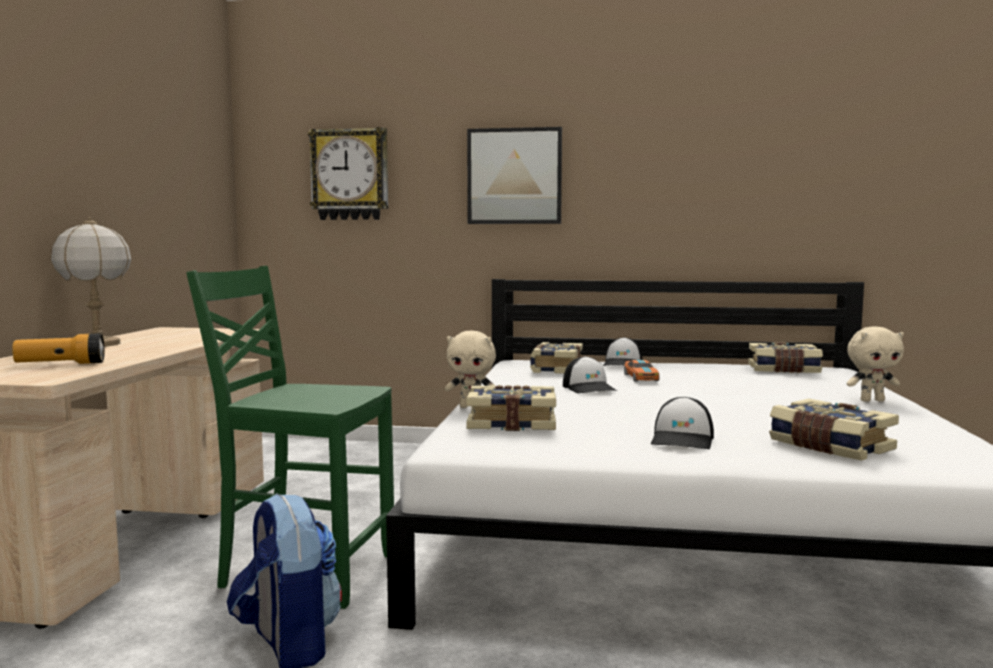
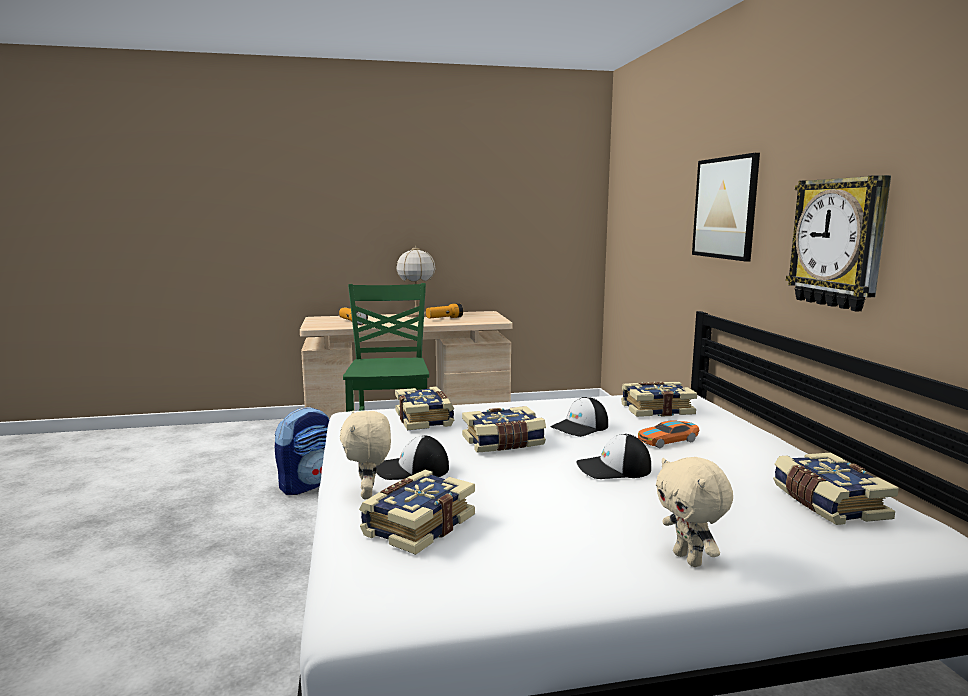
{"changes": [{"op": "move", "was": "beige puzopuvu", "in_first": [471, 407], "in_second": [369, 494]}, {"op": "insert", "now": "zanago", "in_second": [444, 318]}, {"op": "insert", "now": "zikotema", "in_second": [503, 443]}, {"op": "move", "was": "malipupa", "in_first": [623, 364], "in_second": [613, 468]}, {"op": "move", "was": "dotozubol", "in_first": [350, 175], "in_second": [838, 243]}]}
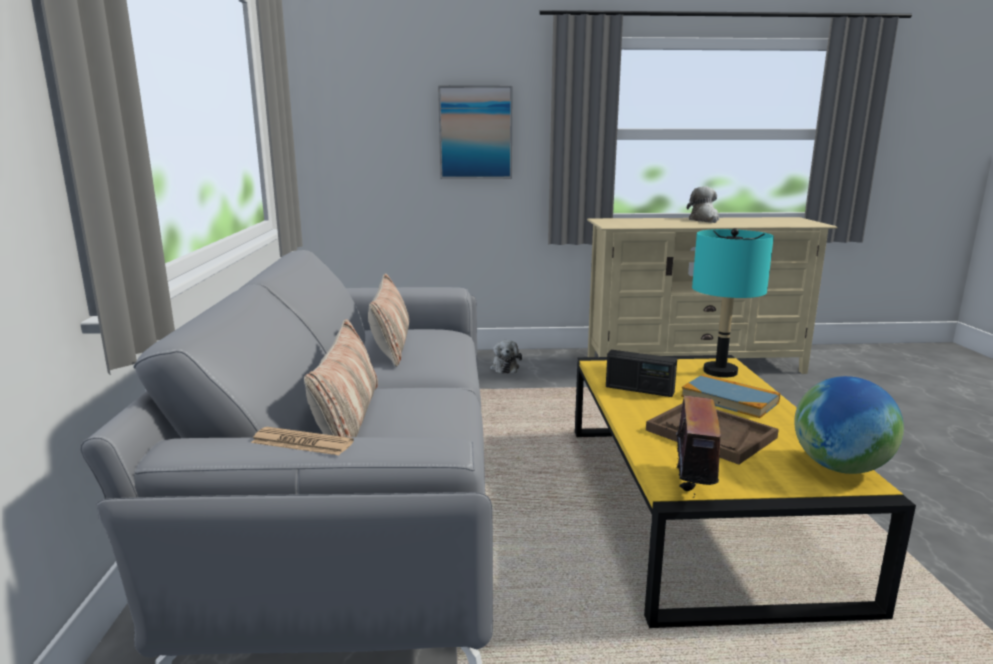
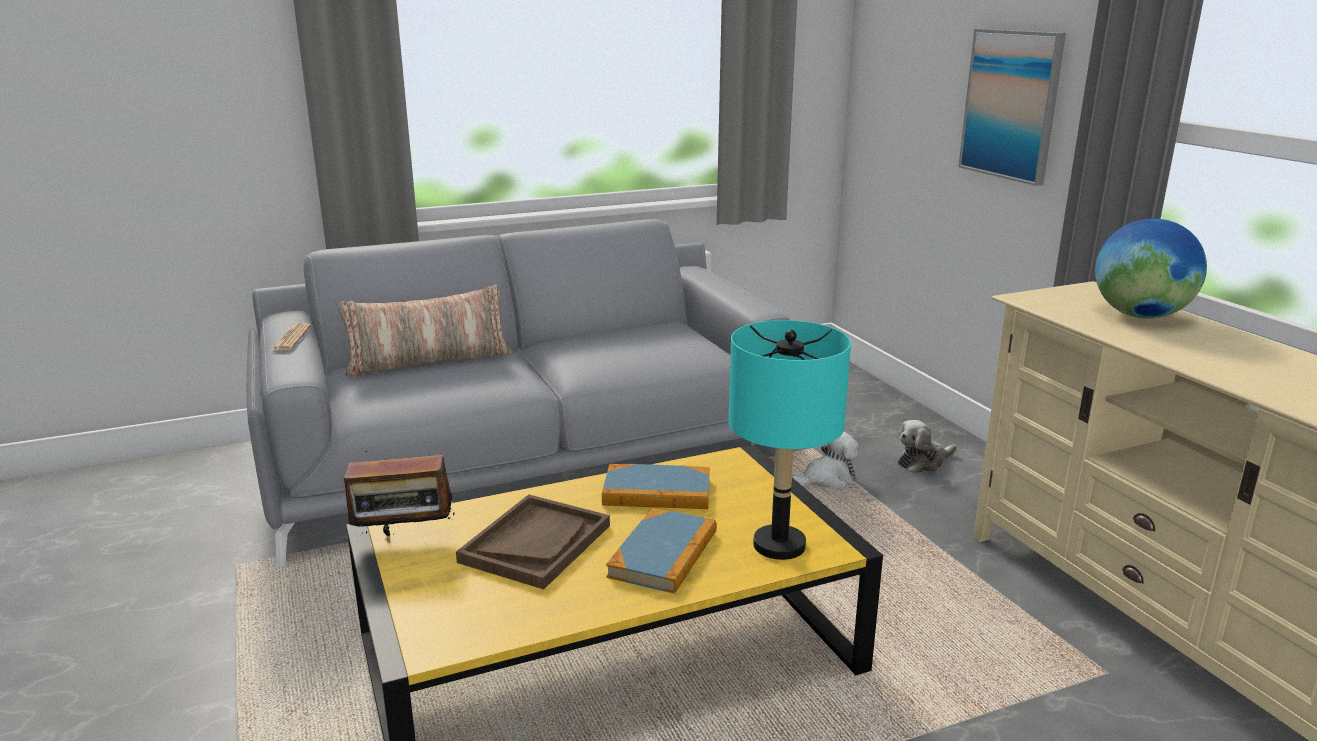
{"changes": [{"op": "replace", "was": "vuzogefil", "now": "zikotema", "in_first": [639, 390], "in_second": [657, 492]}, {"op": "move", "was": "puzopuvu", "in_first": [704, 220], "in_second": [827, 479]}, {"op": "move", "was": "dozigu", "in_first": [840, 468], "in_second": [1140, 316]}, {"op": "delete", "was": "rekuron", "in_first": [391, 344]}]}
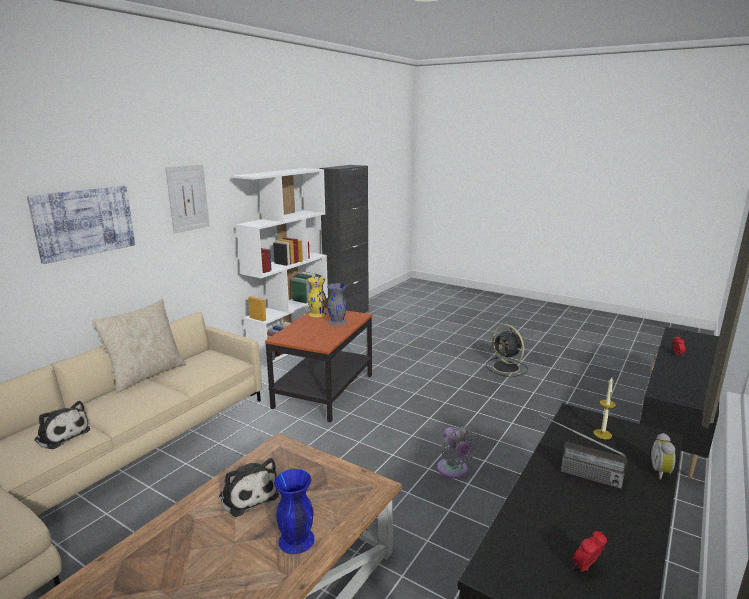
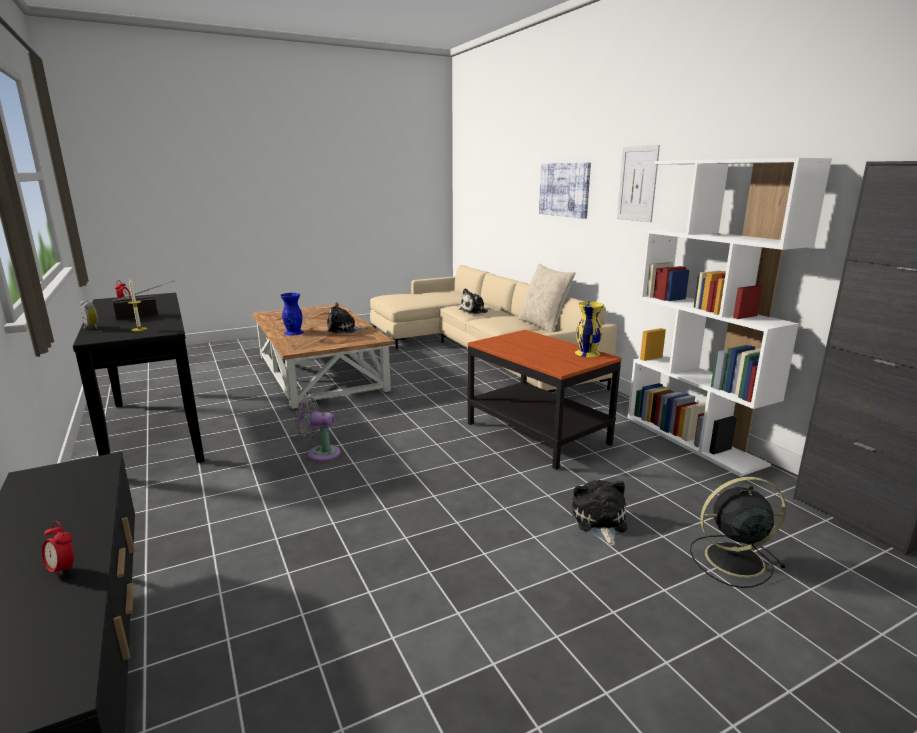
{"changes": [{"op": "insert", "now": "puzopuvu", "in_second": [599, 522]}, {"op": "move", "was": "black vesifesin", "in_first": [506, 368], "in_second": [731, 559]}, {"op": "delete", "was": "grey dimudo", "in_first": [337, 322]}]}
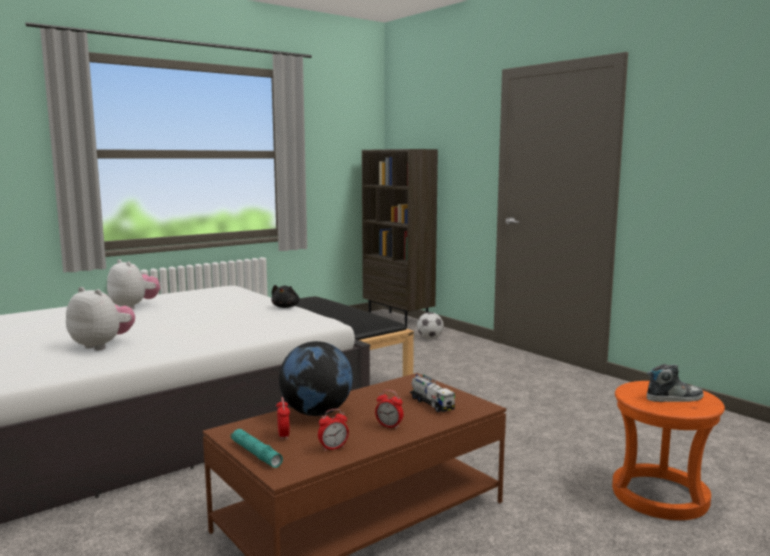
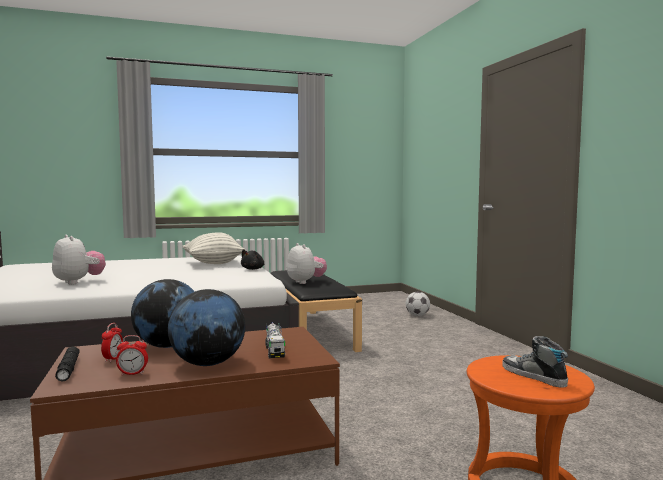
{"changes": [{"op": "recolor", "was": "turquoise zanago", "now": "black zanago", "in_first": [256, 453], "in_second": [68, 369]}, {"op": "replace", "was": "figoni", "now": "dozigu", "in_first": [389, 426], "in_second": [208, 363]}, {"op": "insert", "now": "rekuron", "in_second": [213, 263]}, {"op": "move", "was": "puzopuvu", "in_first": [134, 307], "in_second": [306, 282]}, {"op": "rotate", "was": "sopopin", "in_first": [674, 398], "in_second": [533, 376], "clockwise": -135}, {"op": "delete", "was": "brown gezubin", "in_first": [398, 320]}]}
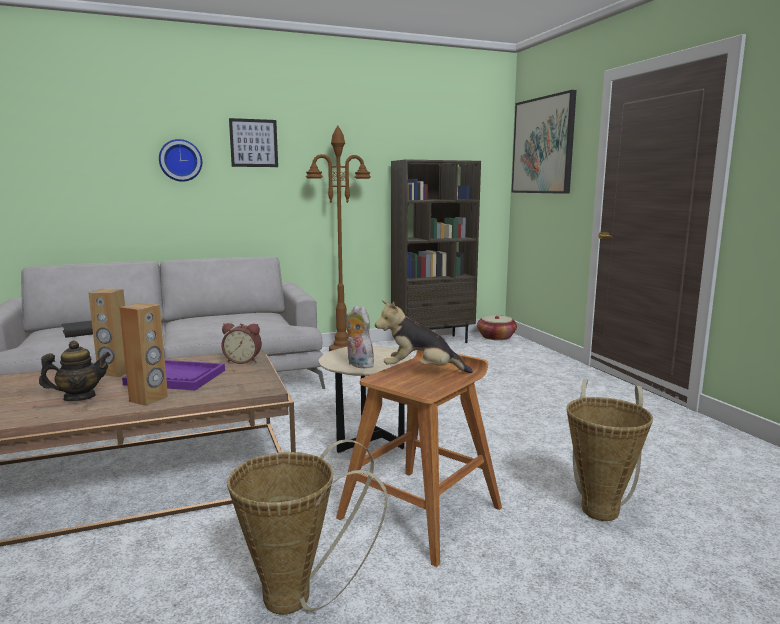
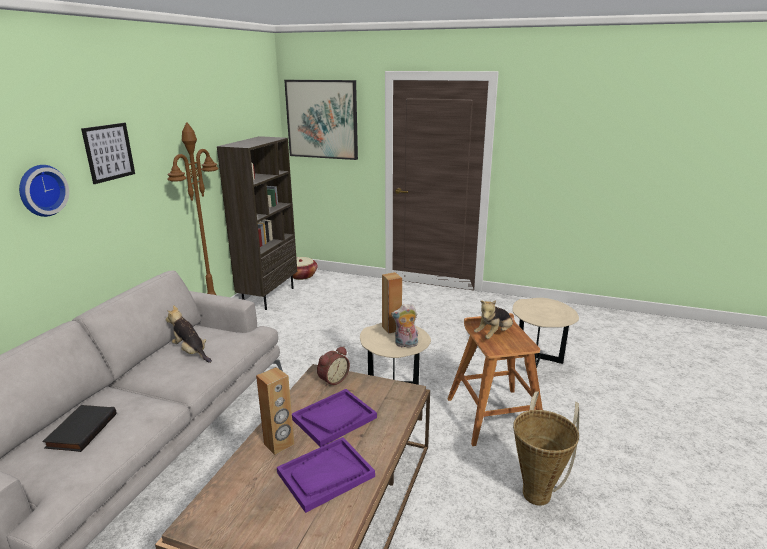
{"changes": [{"op": "insert", "now": "puzopuvu", "in_second": [191, 352]}, {"op": "replace", "was": "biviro", "now": "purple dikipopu", "in_first": [79, 397], "in_second": [325, 475]}, {"op": "move", "was": "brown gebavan", "in_first": [149, 399], "in_second": [392, 328]}, {"op": "replace", "was": "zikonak", "now": "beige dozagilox", "in_first": [601, 507], "in_second": [537, 365]}]}
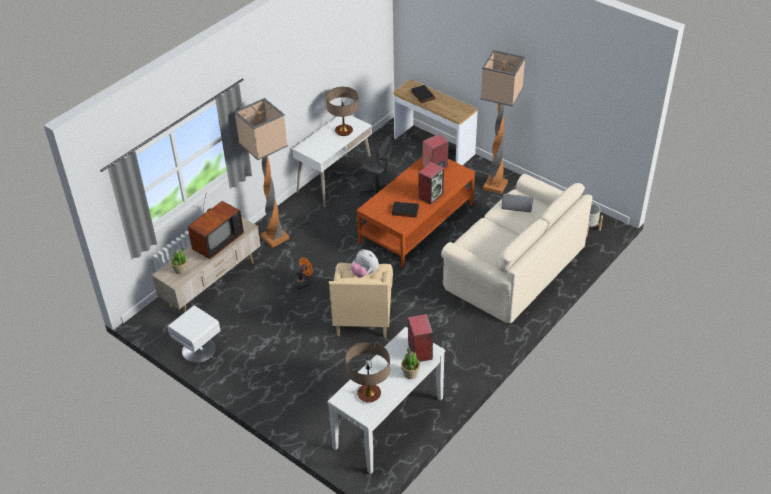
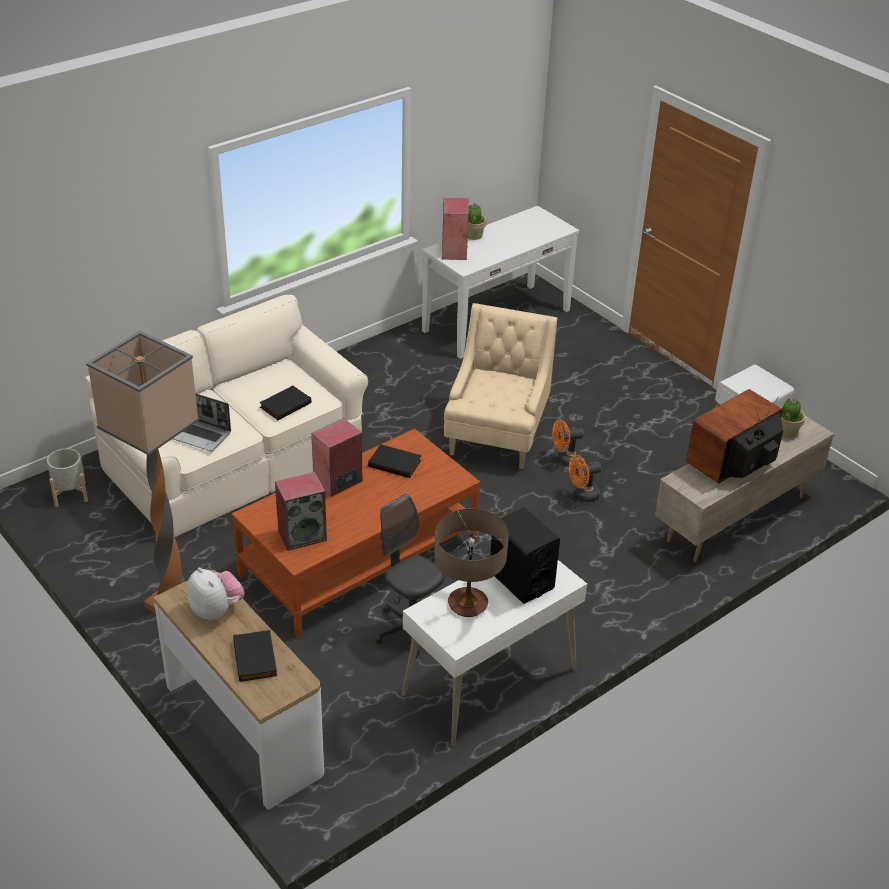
{"changes": [{"op": "move", "was": "puzopuvu", "in_first": [365, 273], "in_second": [216, 610]}, {"op": "insert", "now": "black zikotema", "in_second": [285, 404]}, {"op": "insert", "now": "black gebavan", "in_second": [521, 580]}, {"op": "insert", "now": "orange vesifesin", "in_second": [565, 460]}, {"op": "delete", "was": "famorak", "in_first": [274, 237]}, {"op": "delete", "was": "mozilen", "in_first": [369, 394]}]}
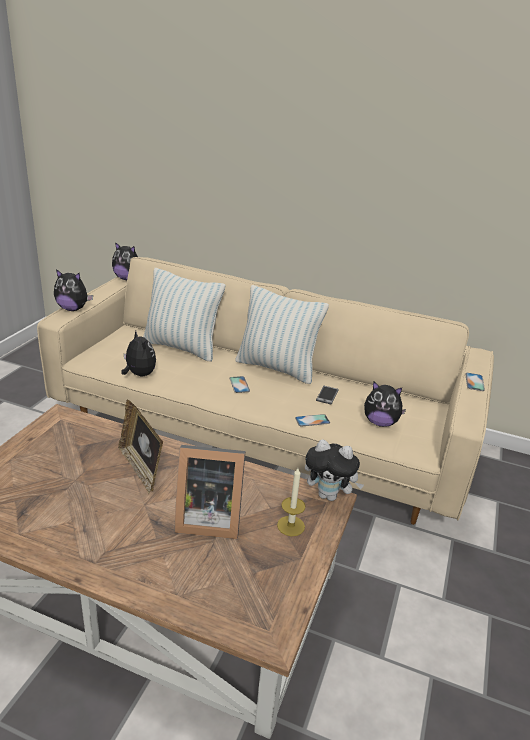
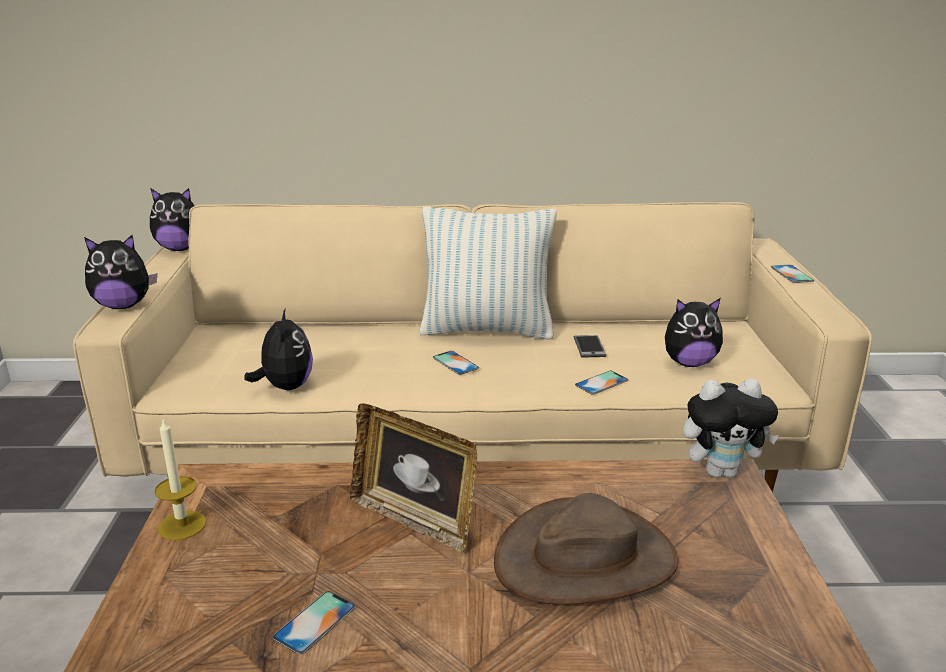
{"changes": [{"op": "move", "was": "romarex", "in_first": [291, 526], "in_second": [182, 525]}, {"op": "rotate", "was": "puzopuvu", "in_first": [139, 374], "in_second": [285, 387], "clockwise": 45}, {"op": "insert", "now": "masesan", "in_second": [315, 622]}, {"op": "replace", "was": "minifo", "now": "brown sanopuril", "in_first": [207, 518], "in_second": [585, 559]}, {"op": "delete", "was": "rekuron", "in_first": [182, 347]}]}
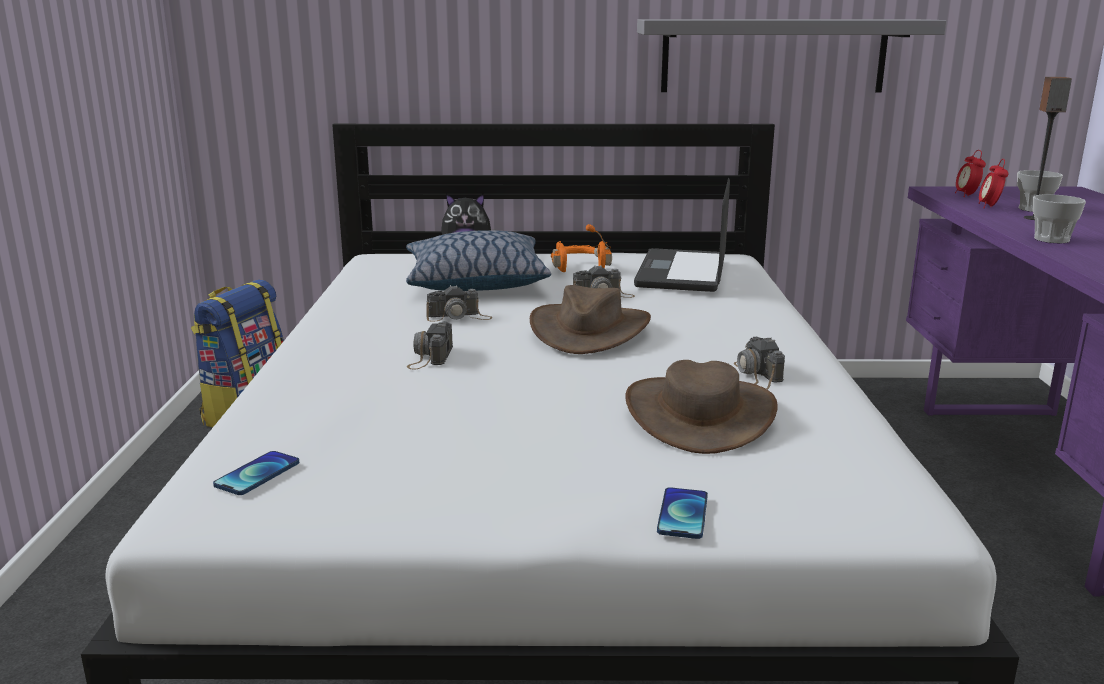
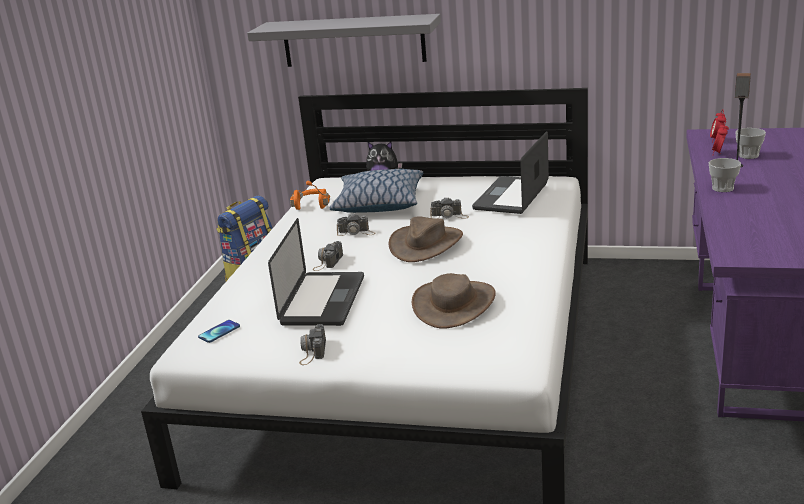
{"changes": [{"op": "move", "was": "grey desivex", "in_first": [773, 56], "in_second": [353, 41]}, {"op": "insert", "now": "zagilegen", "in_second": [323, 300]}, {"op": "move", "was": "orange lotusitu", "in_first": [579, 267], "in_second": [312, 205]}, {"op": "move", "was": "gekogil", "in_first": [757, 374], "in_second": [313, 351]}, {"op": "delete", "was": "masesan", "in_first": [682, 514]}]}
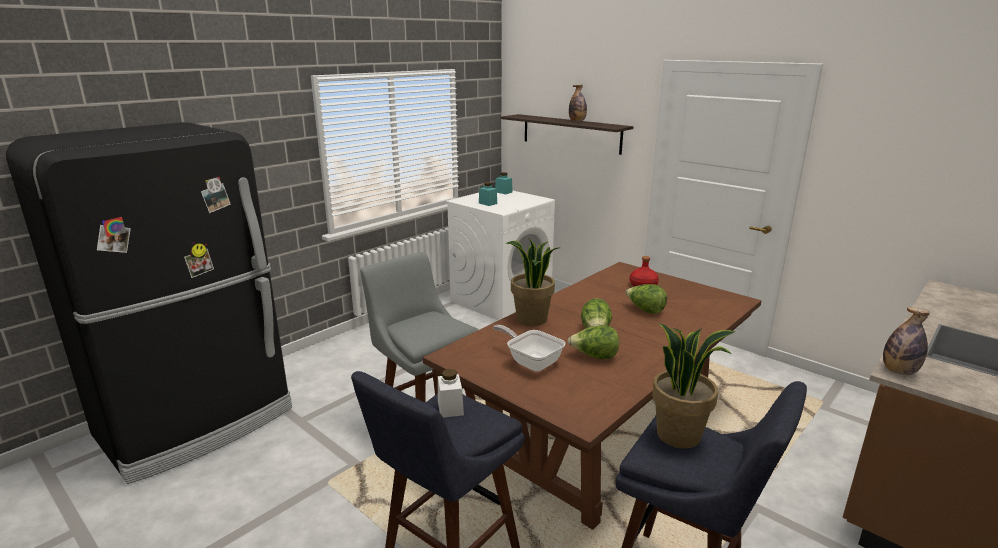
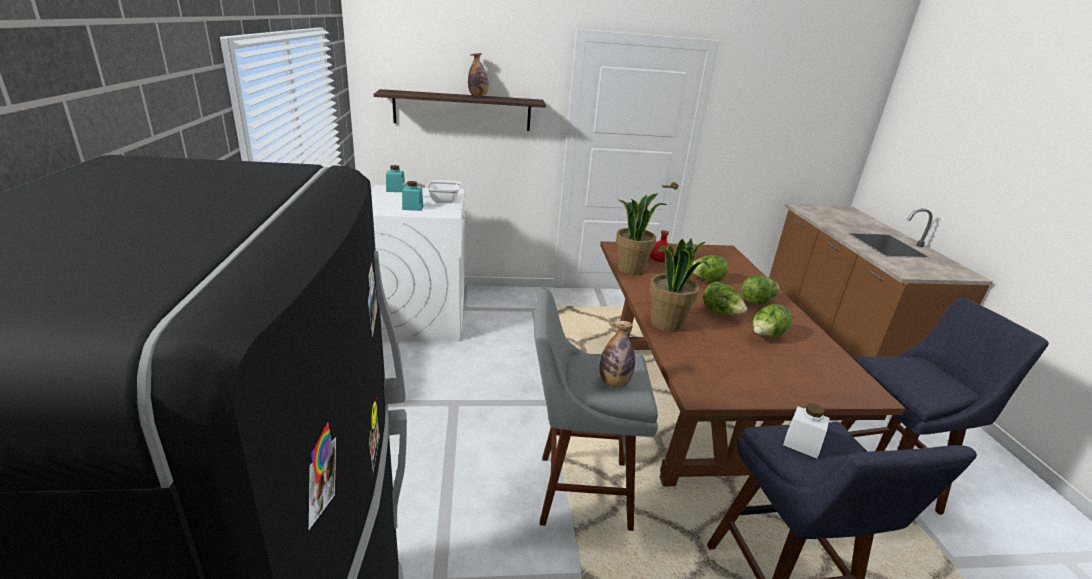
{"changes": [{"op": "move", "was": "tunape", "in_first": [531, 361], "in_second": [439, 200]}, {"op": "move", "was": "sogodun", "in_first": [899, 371], "in_second": [614, 383]}, {"op": "move", "was": "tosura", "in_first": [679, 435], "in_second": [631, 269]}, {"op": "insert", "now": "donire", "in_second": [757, 301]}]}
